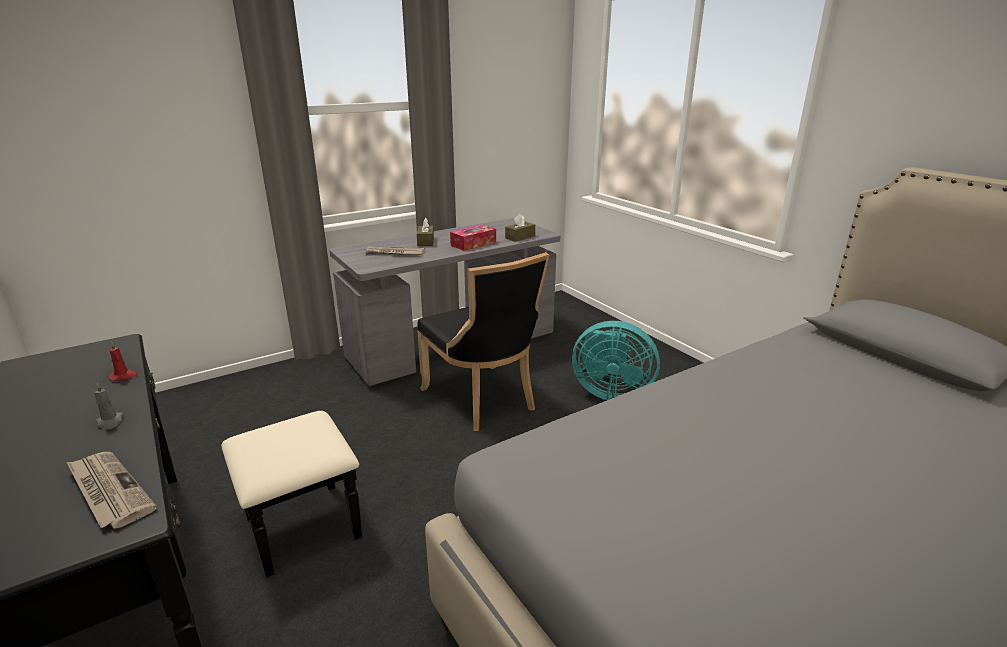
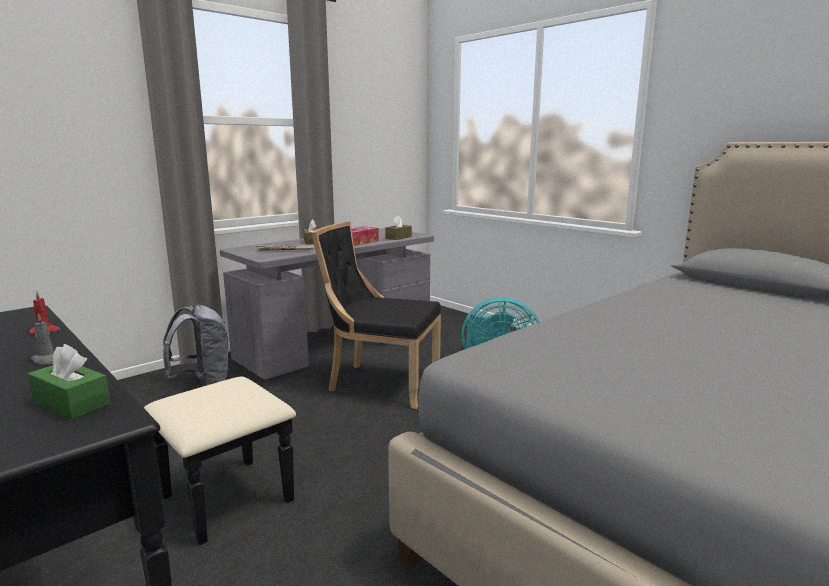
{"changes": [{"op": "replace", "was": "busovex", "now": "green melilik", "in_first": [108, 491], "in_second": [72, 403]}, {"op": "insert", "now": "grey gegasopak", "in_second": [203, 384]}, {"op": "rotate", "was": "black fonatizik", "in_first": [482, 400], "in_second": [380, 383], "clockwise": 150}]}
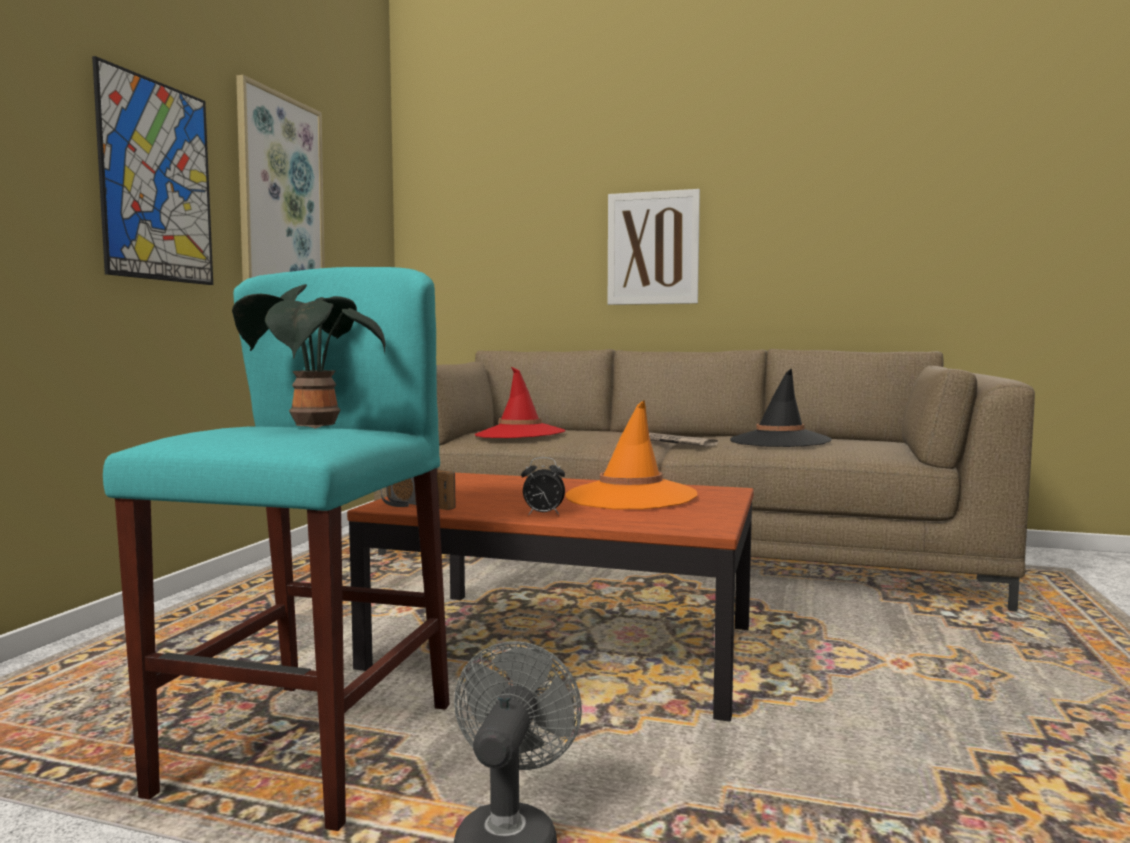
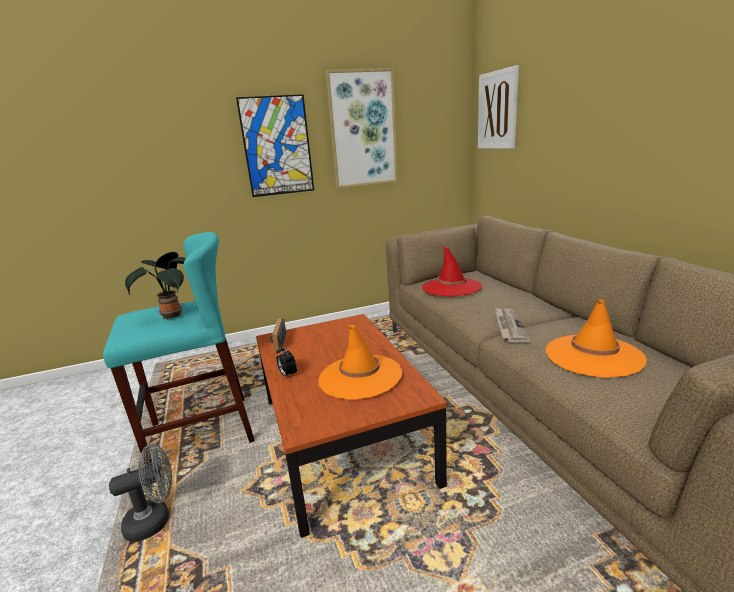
{"changes": [{"op": "move", "was": "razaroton", "in_first": [653, 248], "in_second": [497, 110]}, {"op": "recolor", "was": "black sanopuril", "now": "orange sanopuril", "in_first": [779, 441], "in_second": [593, 356]}]}
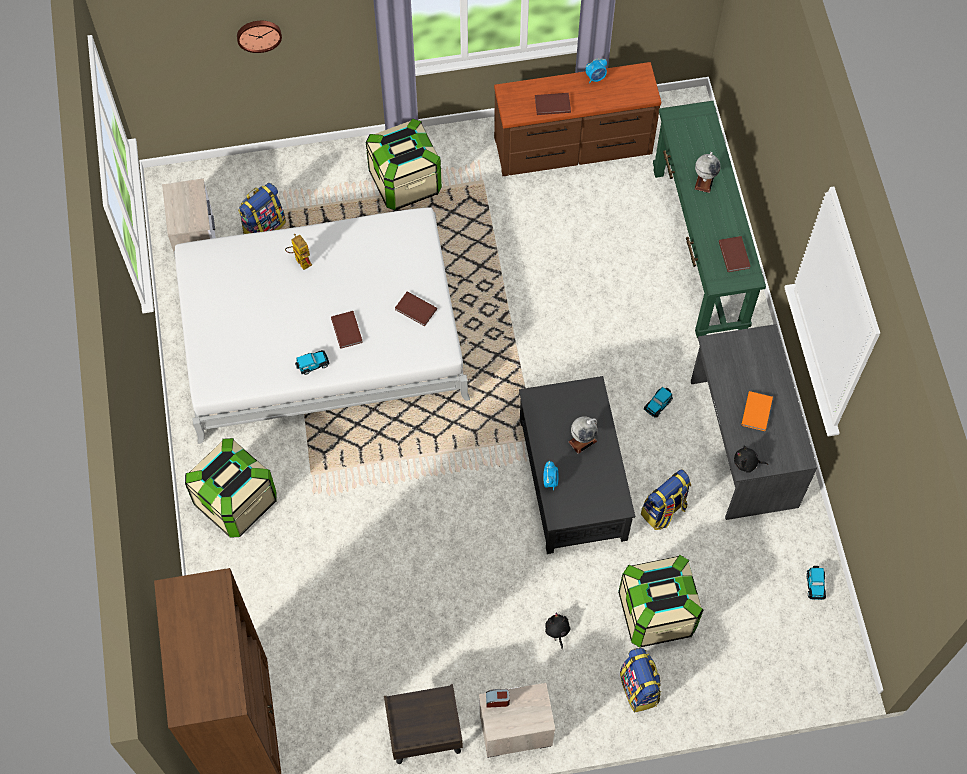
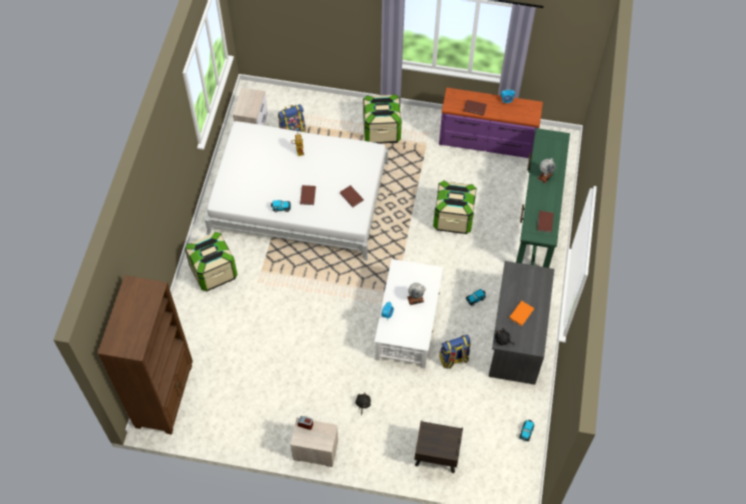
{"changes": [{"op": "recolor", "was": "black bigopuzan", "now": "white bigopuzan", "in_first": [572, 478], "in_second": [408, 323]}, {"op": "move", "was": "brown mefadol", "in_first": [424, 736], "in_second": [436, 456]}, {"op": "move", "was": "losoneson", "in_first": [656, 612], "in_second": [453, 218]}, {"op": "recolor", "was": "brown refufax", "now": "purple refufax", "in_first": [573, 147], "in_second": [486, 141]}, {"op": "delete", "was": "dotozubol", "in_first": [259, 34]}, {"op": "delete", "was": "gegasopak", "in_first": [639, 688]}]}
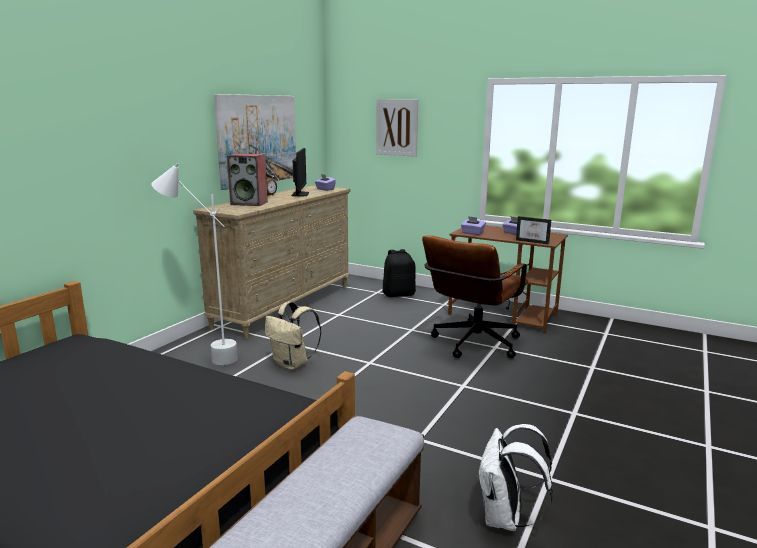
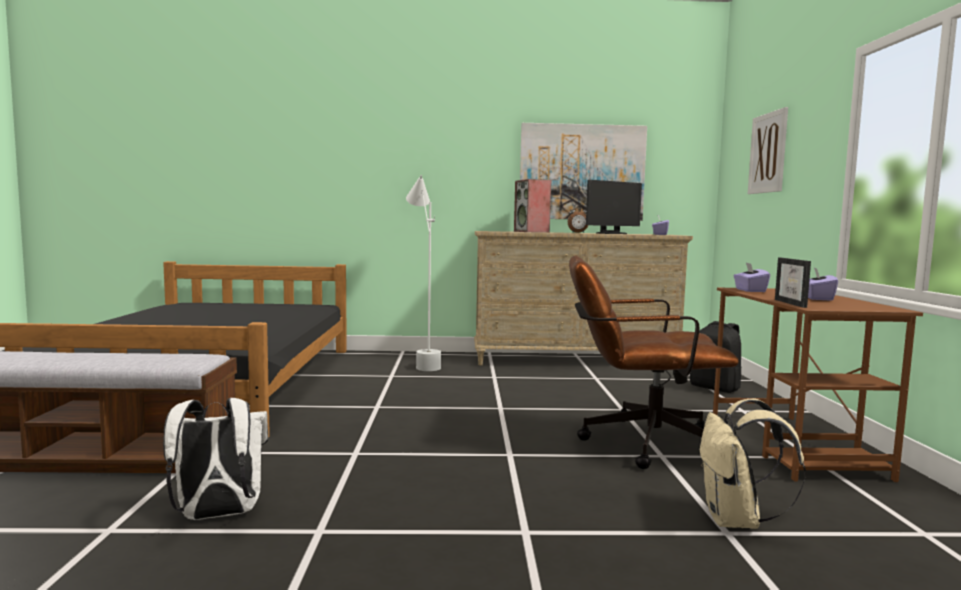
{"changes": [{"op": "move", "was": "beige gegasopak", "in_first": [292, 364], "in_second": [736, 521]}]}
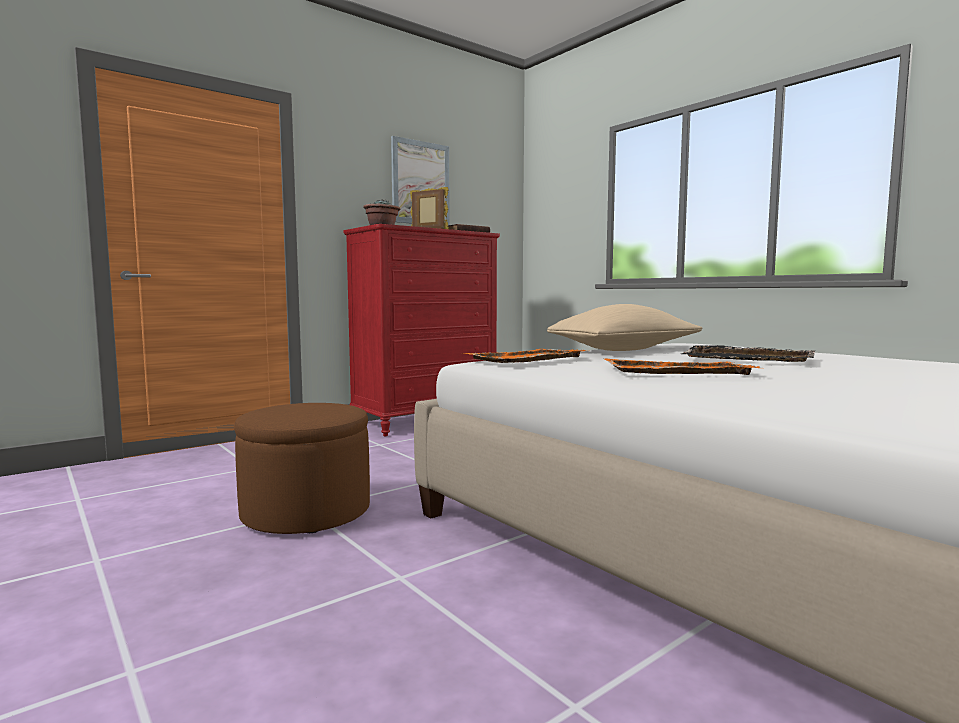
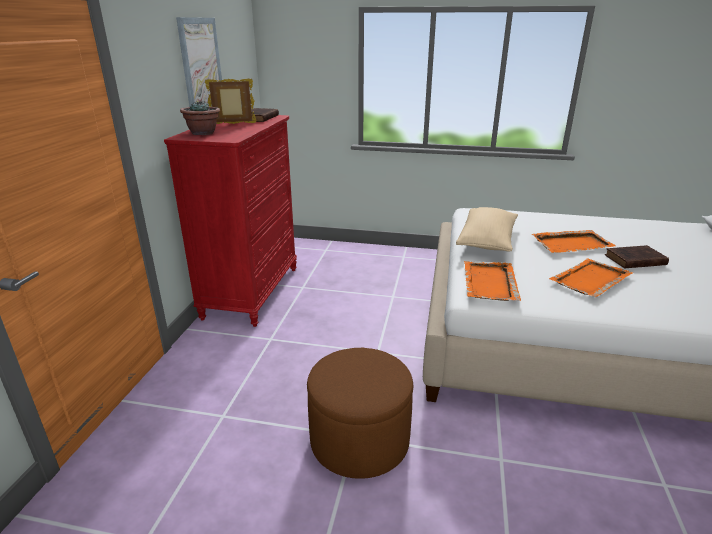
{"changes": [{"op": "recolor", "was": "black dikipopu", "now": "orange dikipopu", "in_first": [749, 358], "in_second": [572, 243]}, {"op": "insert", "now": "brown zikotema", "in_second": [633, 260]}]}
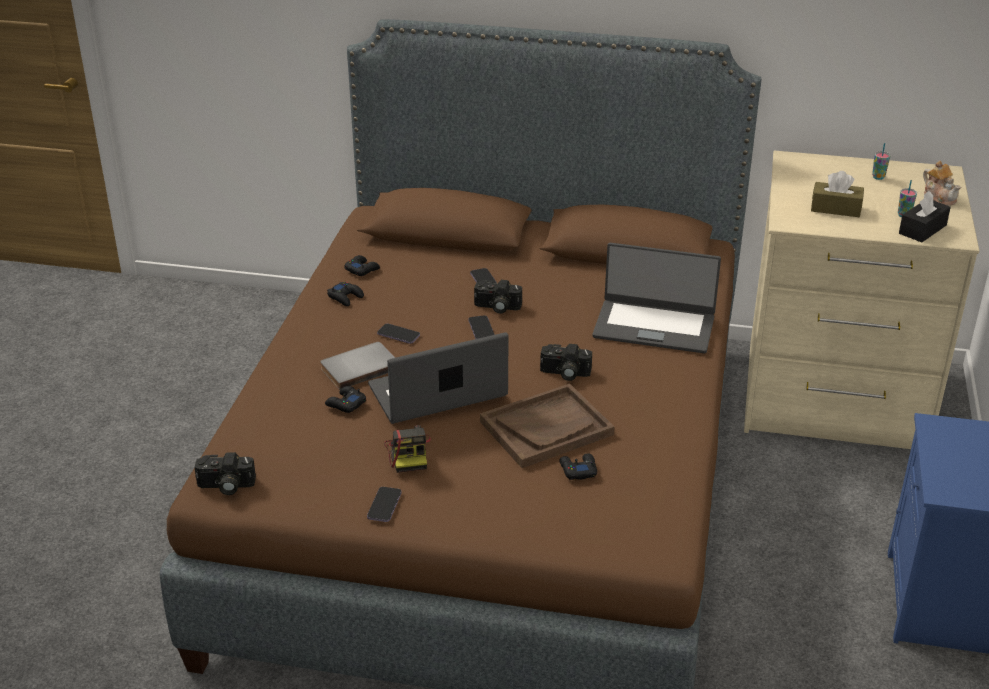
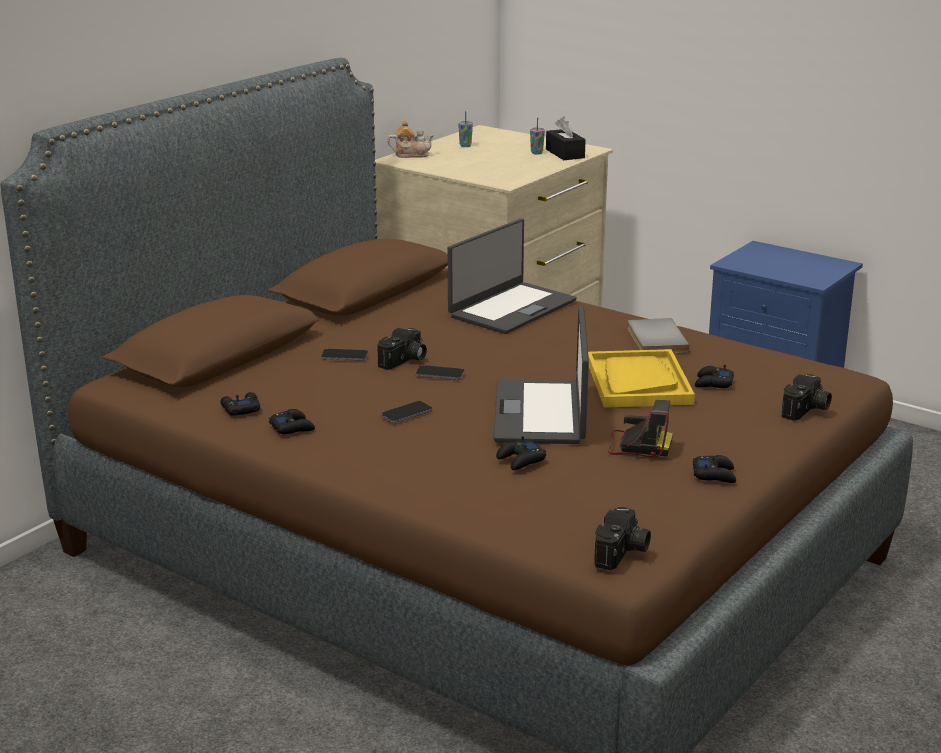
{"changes": [{"op": "move", "was": "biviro", "in_first": [939, 197], "in_second": [411, 155]}, {"op": "recolor", "was": "brown dikipopu", "now": "yellow dikipopu", "in_first": [546, 428], "in_second": [638, 382]}, {"op": "move", "was": "grey zikotema", "in_first": [358, 367], "in_second": [654, 340]}, {"op": "replace", "was": "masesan", "now": "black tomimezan", "in_first": [384, 506], "in_second": [714, 475]}, {"op": "move", "was": "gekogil", "in_first": [564, 373], "in_second": [806, 410]}, {"op": "delete", "was": "brown melilik", "in_first": [835, 208]}]}
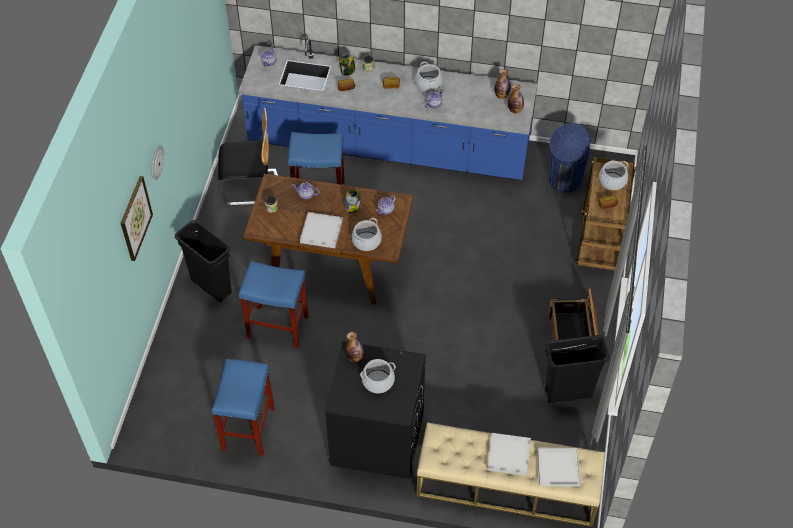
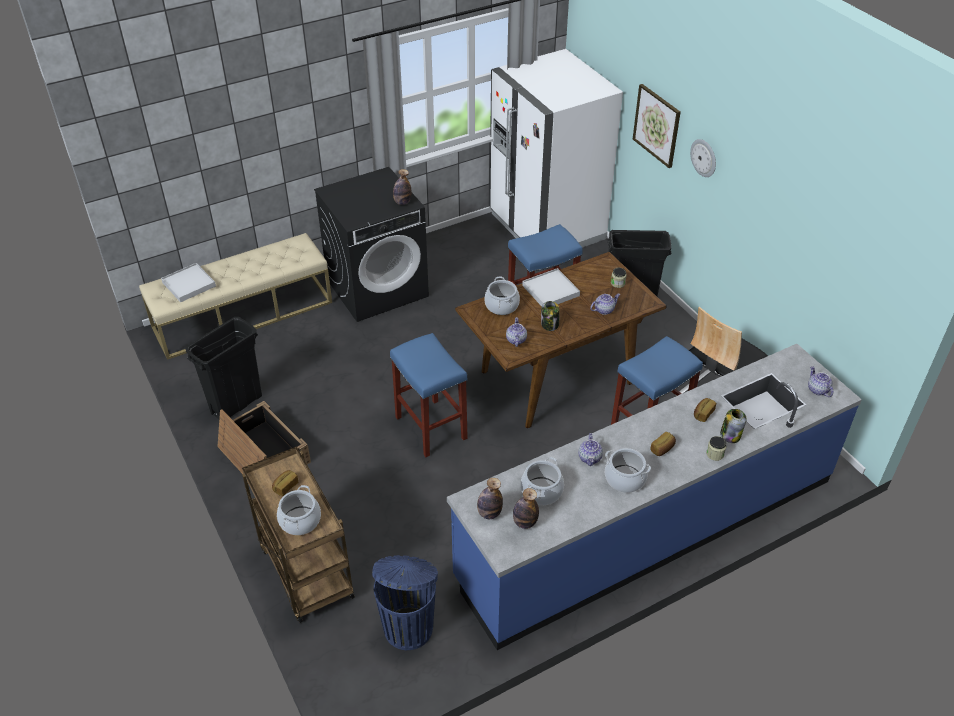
{"changes": [{"op": "move", "was": "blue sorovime", "in_first": [248, 429], "in_second": [430, 427]}, {"op": "insert", "now": "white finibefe", "in_second": [547, 227]}, {"op": "move", "was": "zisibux", "in_first": [378, 381], "in_second": [542, 491]}, {"op": "delete", "was": "white dikipopu", "in_first": [508, 455]}]}
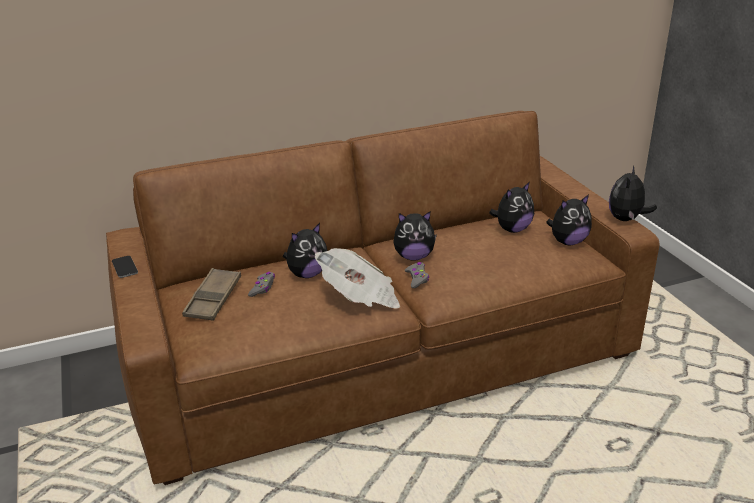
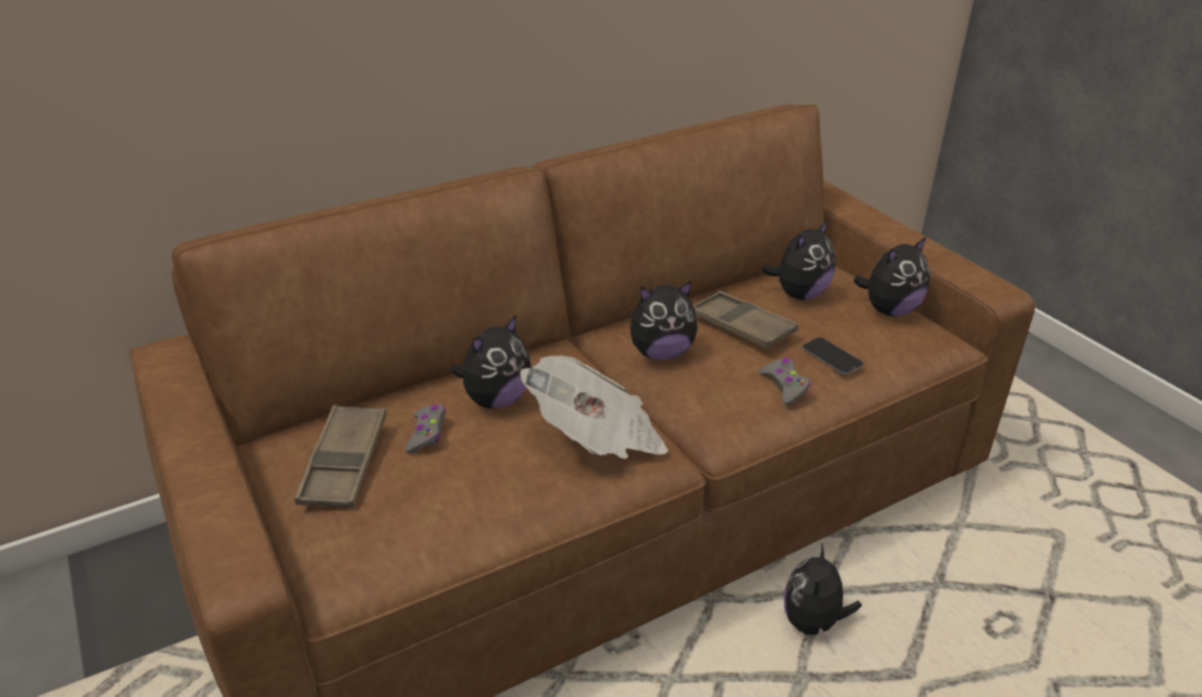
{"changes": [{"op": "insert", "now": "brown dikipopu", "in_second": [741, 326]}, {"op": "move", "was": "grey tomimezan", "in_first": [417, 279], "in_second": [785, 386]}, {"op": "move", "was": "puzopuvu", "in_first": [626, 219], "in_second": [813, 623]}, {"op": "move", "was": "masesan", "in_first": [125, 267], "in_second": [832, 357]}]}
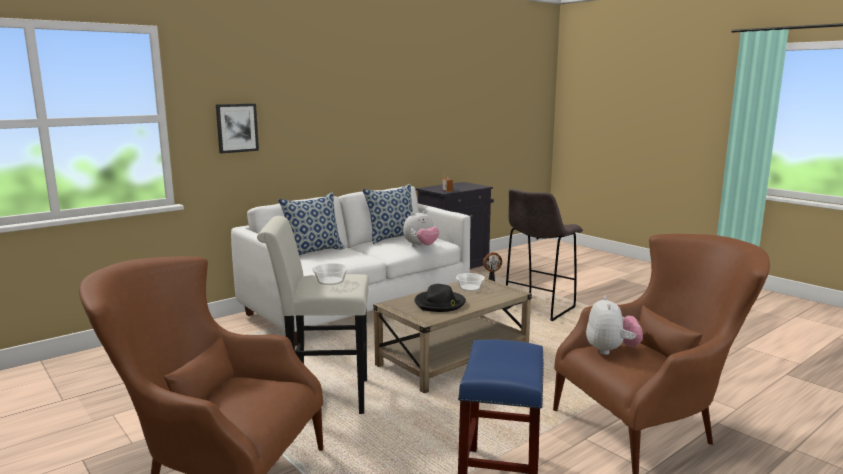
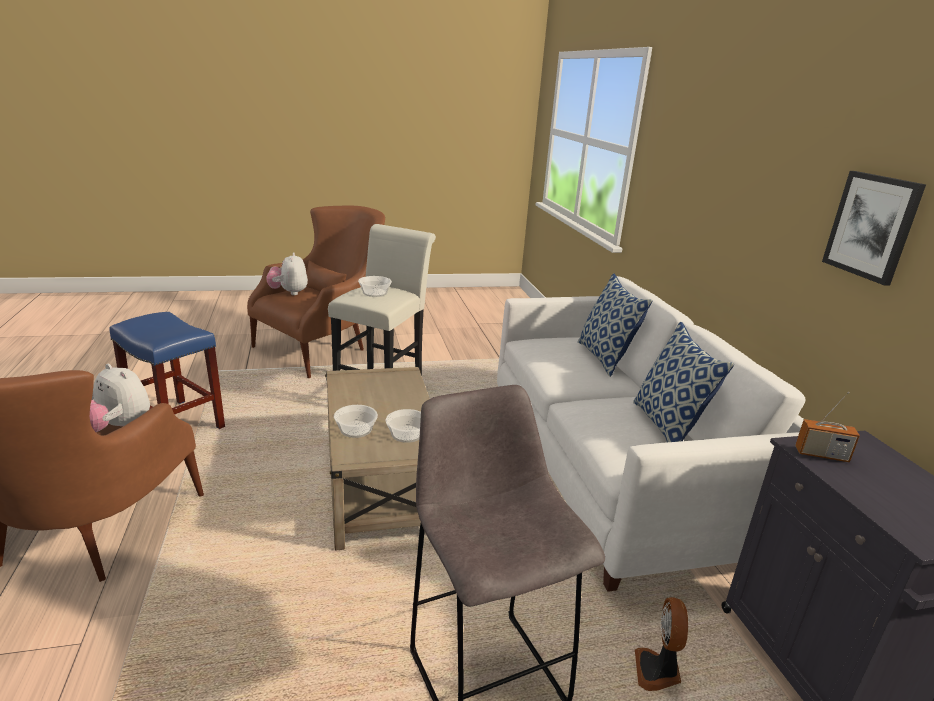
{"changes": [{"op": "move", "was": "puzopuvu", "in_first": [421, 246], "in_second": [289, 292]}, {"op": "insert", "now": "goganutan", "in_second": [356, 429]}, {"op": "move", "was": "razaroton", "in_first": [237, 128], "in_second": [872, 226]}, {"op": "delete", "was": "black sanopuril", "in_first": [440, 304]}]}
